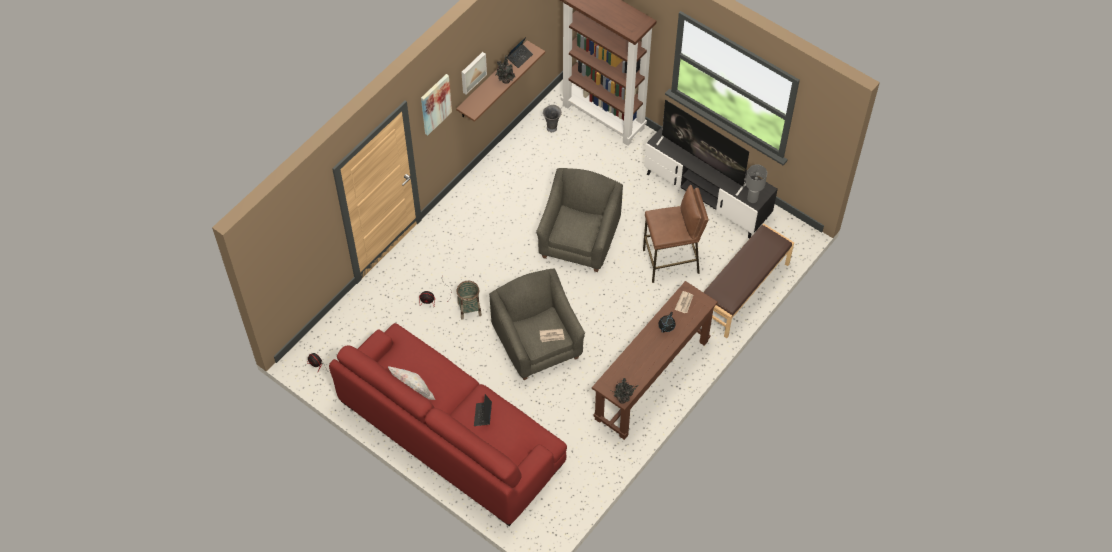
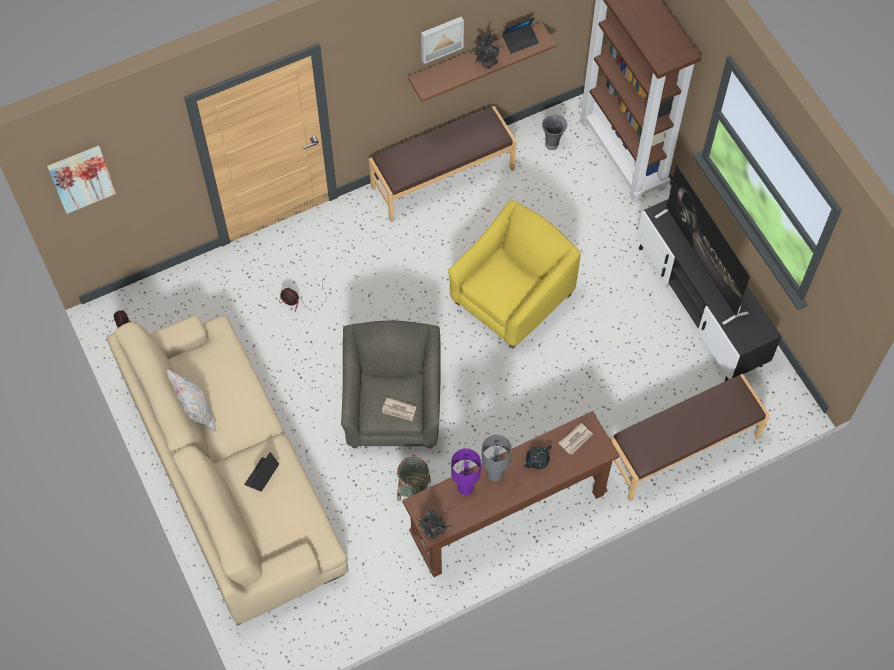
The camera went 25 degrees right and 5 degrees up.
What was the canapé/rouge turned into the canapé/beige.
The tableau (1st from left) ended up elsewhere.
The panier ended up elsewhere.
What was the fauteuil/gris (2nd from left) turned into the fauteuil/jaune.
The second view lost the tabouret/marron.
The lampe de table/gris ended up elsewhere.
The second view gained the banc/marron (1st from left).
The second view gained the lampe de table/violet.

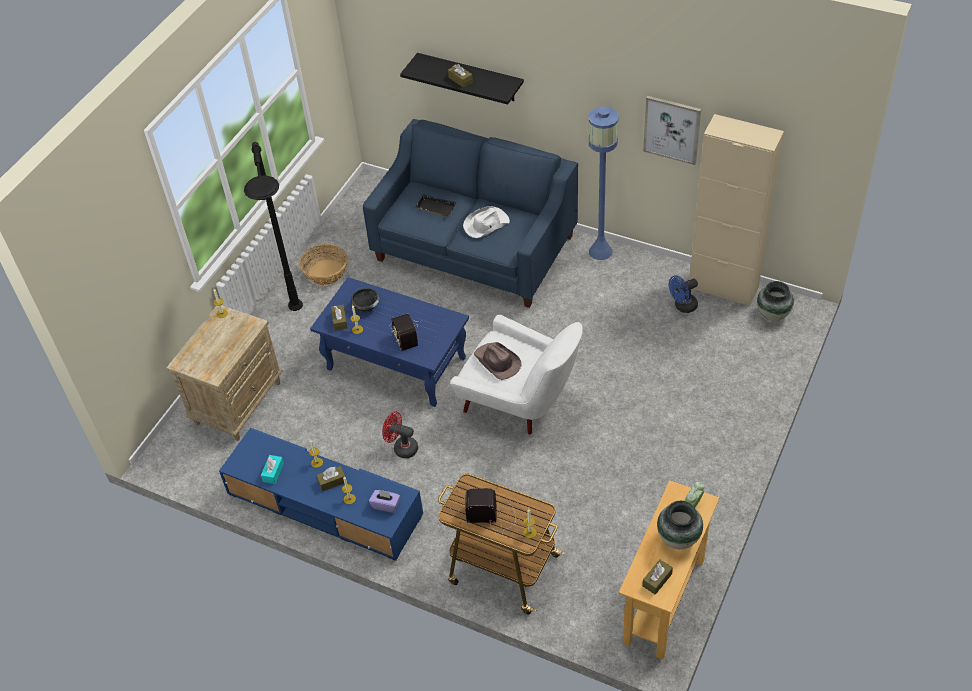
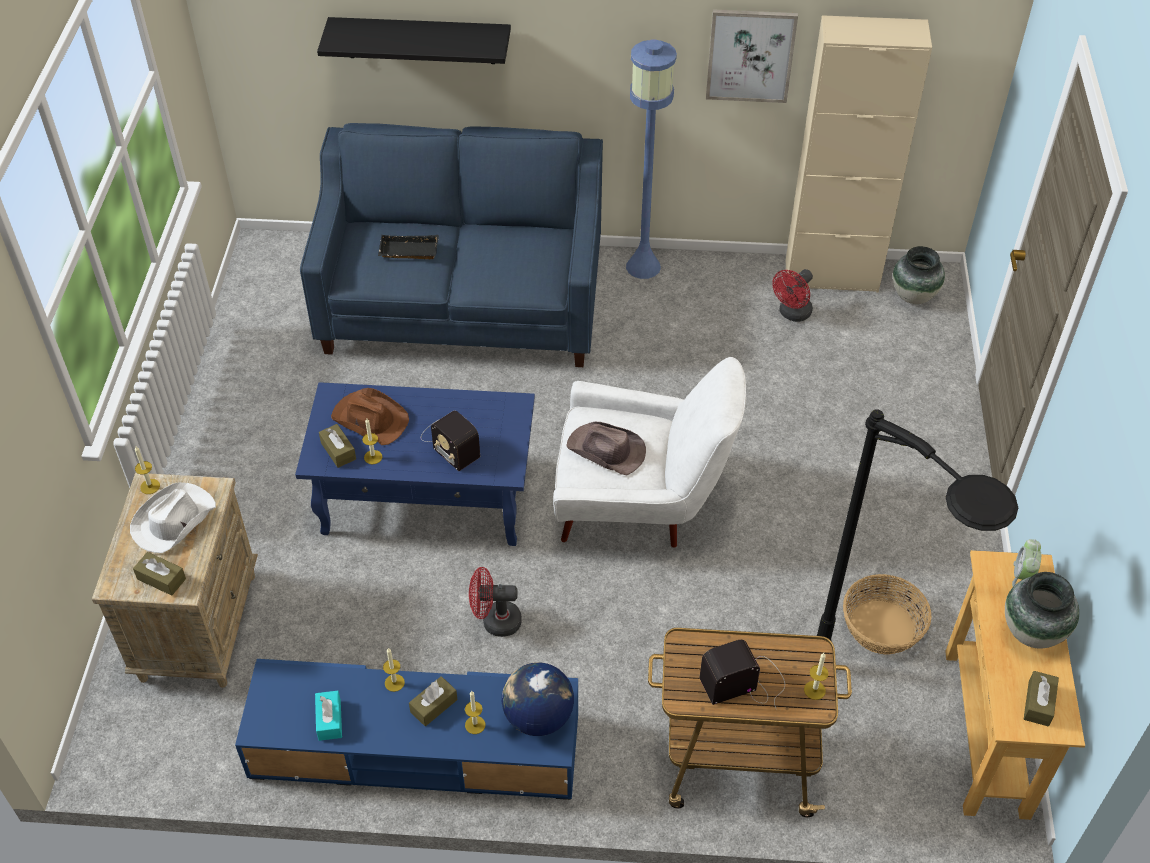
The camera went 25 degrees left and 0 degrees up.
The lampadaire/noir ended up elsewhere.
The panier ended up elsewhere.
Where the bol/noir stood, the chapeau/marron (1st from left) came to stand.
Where the boîte à mouchoirs/violet stood, the globe came to stand.
The boîte à mouchoirs/marron (3rd from left in the first image) ended up elsewhere.
The chapeau/blanc ended up elsewhere.
What was the ventilateur/bleu turned into the ventilateur/rouge (2nd from left).

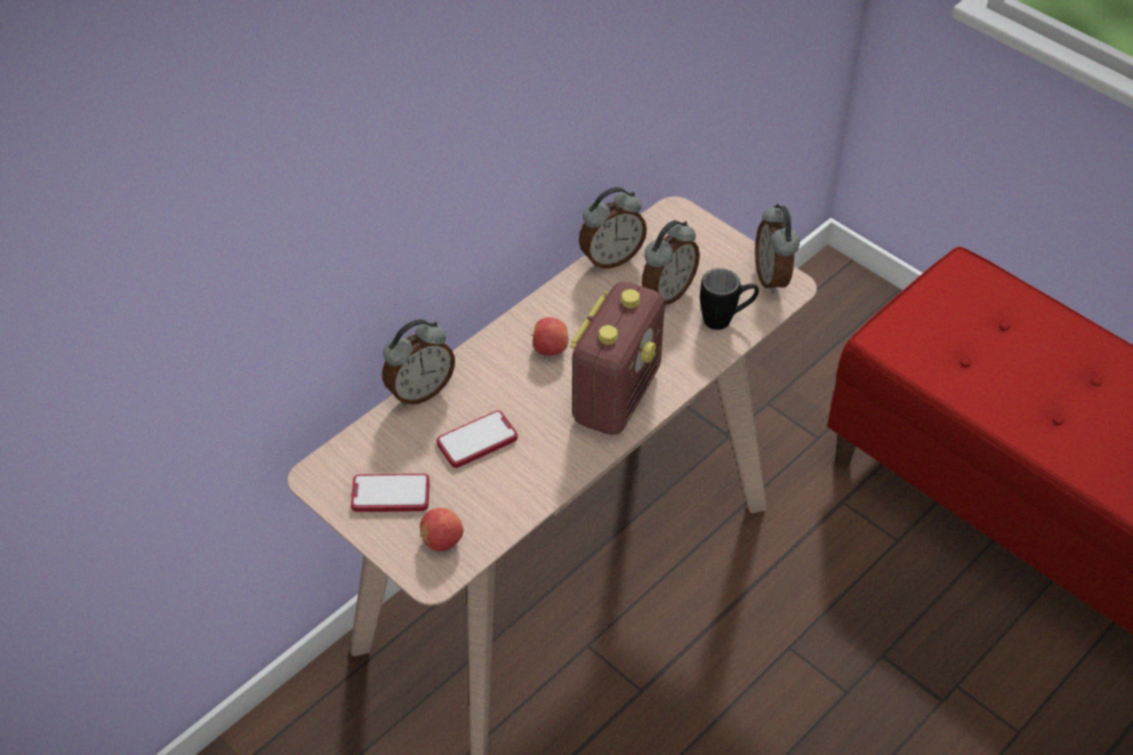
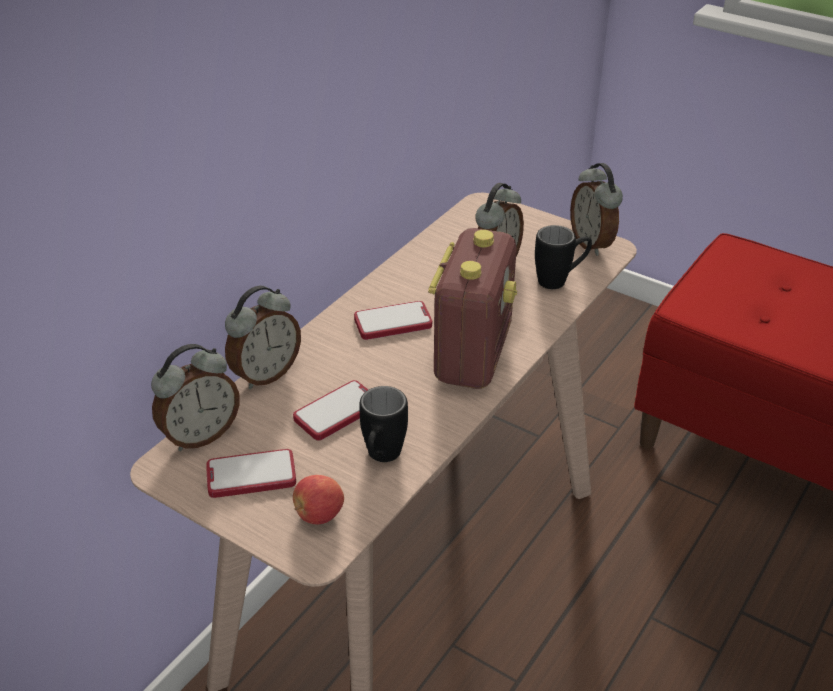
The camera went 10 degrees left and 10 degrees down.
Where the pomme (2nd from left) stood, the téléphone (3rd from left) came to stand.
The réveil (2nd from left in the first image) ended up elsewhere.
The second view gained the mug/noir (1st from left).

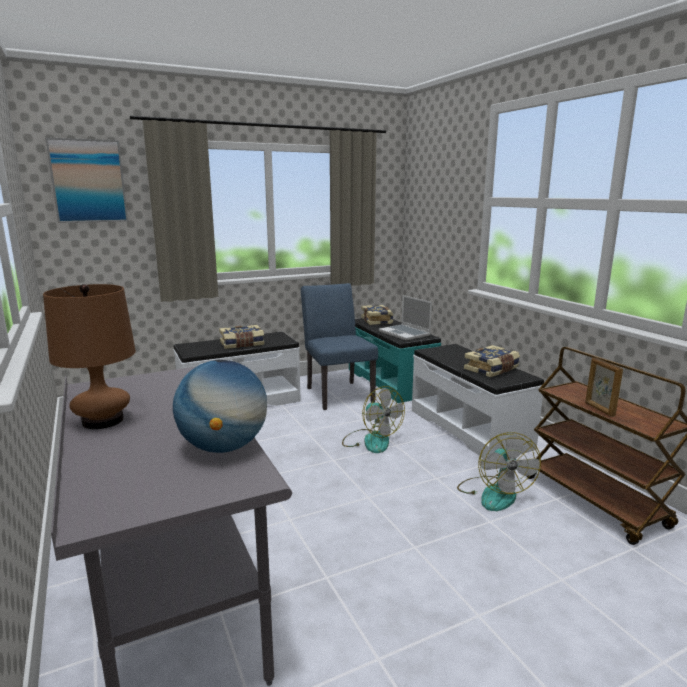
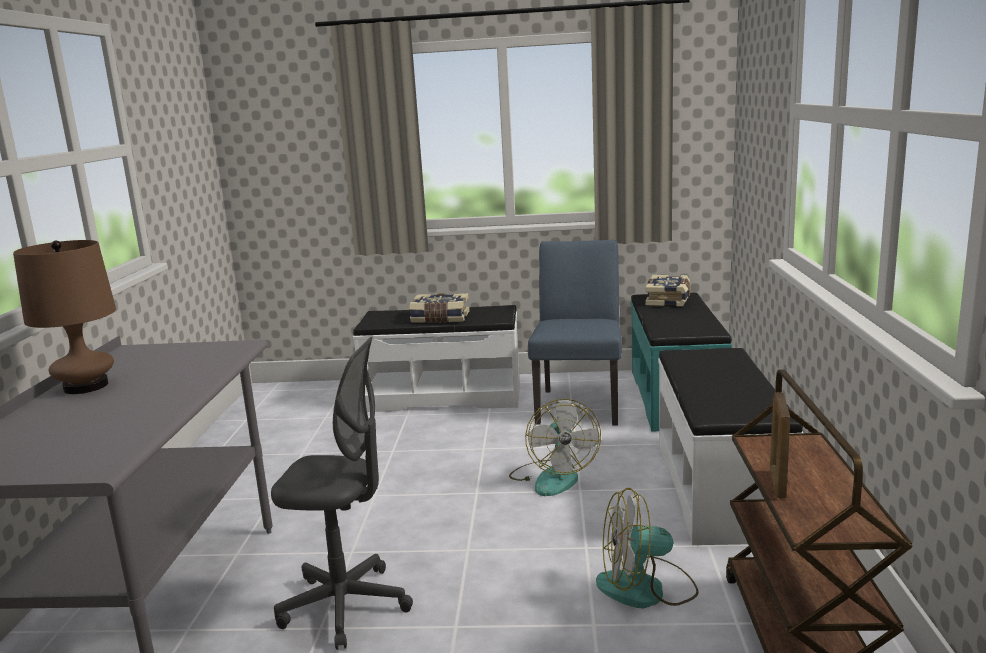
The camera went 30 degrees right and 0 degrees up.
The second view lost the tableau.
The second view lost the globe.
The second view lost the ordinateur portable.
The ventilateur (2nd from left) ended up facing another way, 60 degrees clockwise from before.
The second view lost the livre (3rd from left).
The second view gained the chaise de bureau/gris.

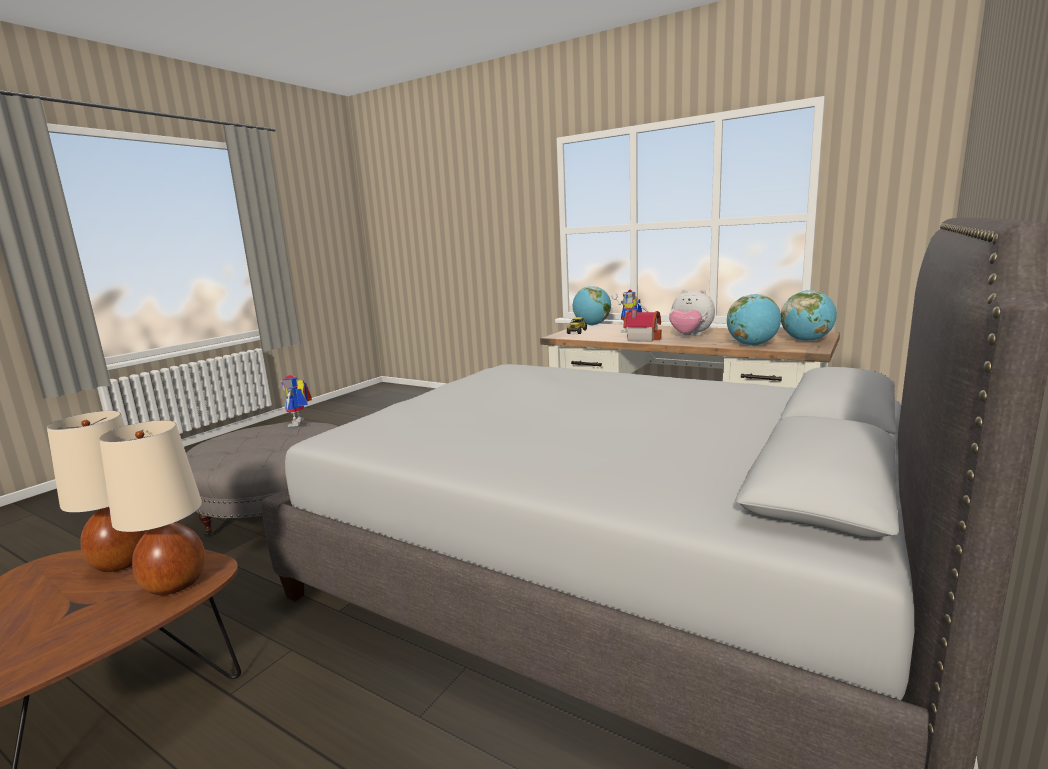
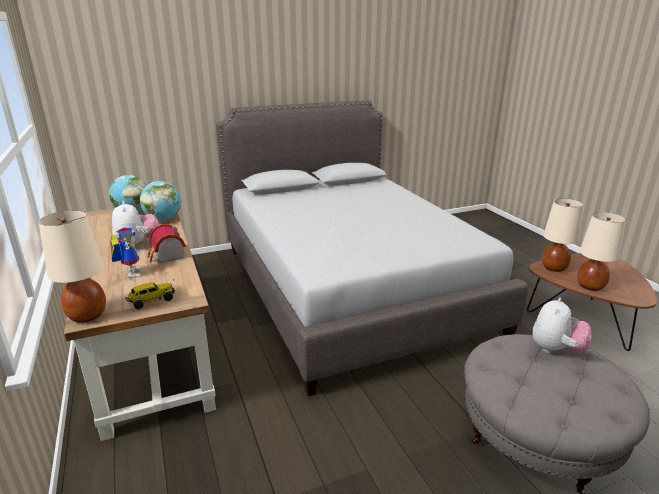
The camera went 145 degrees left and 10 degrees up.
The second view lost the robot jouet (1st from left).
Where the globe (1st from left) stood, the lampe de table/beige (1st from left) came to stand.
The second view gained the peluche (2nd from left).

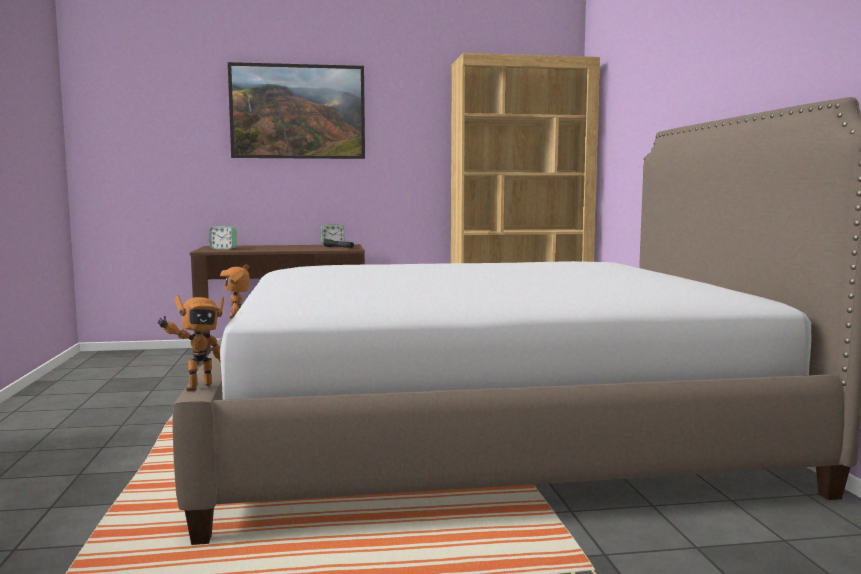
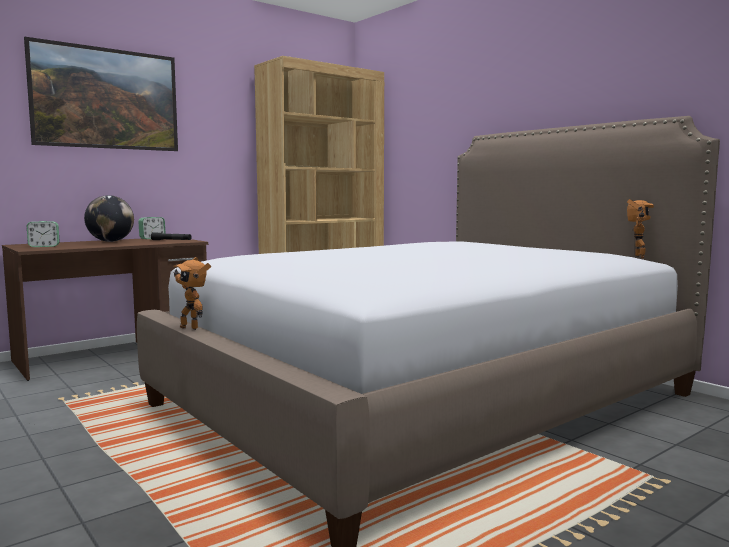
The camera went 30 degrees left and 0 degrees up.
The robot jouet (1st from left in the first image) ended up elsewhere.
The second view gained the globe.

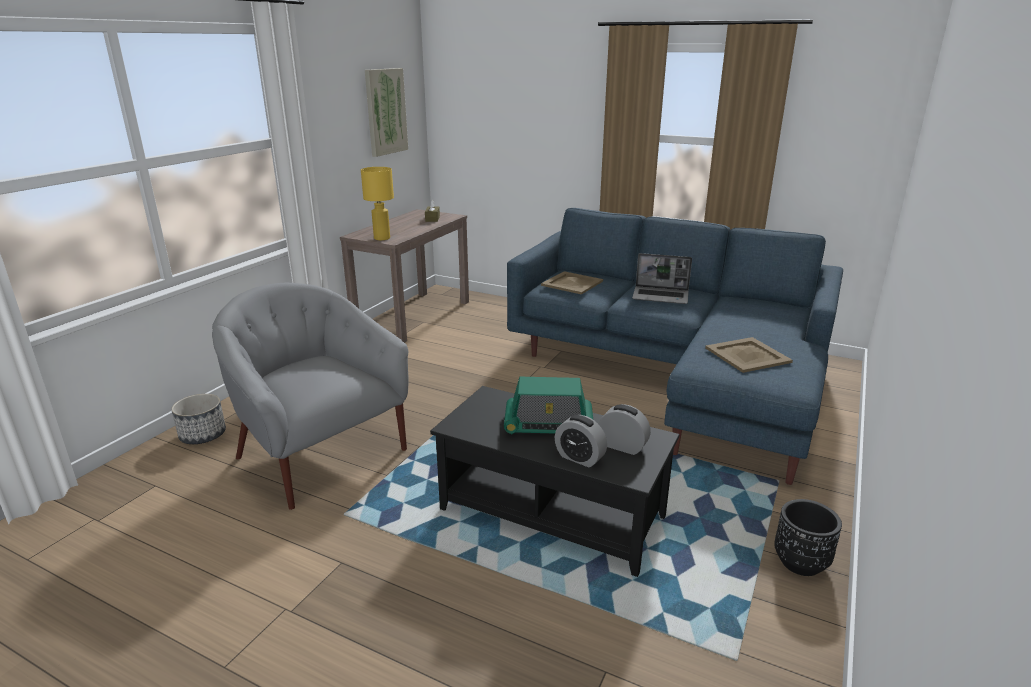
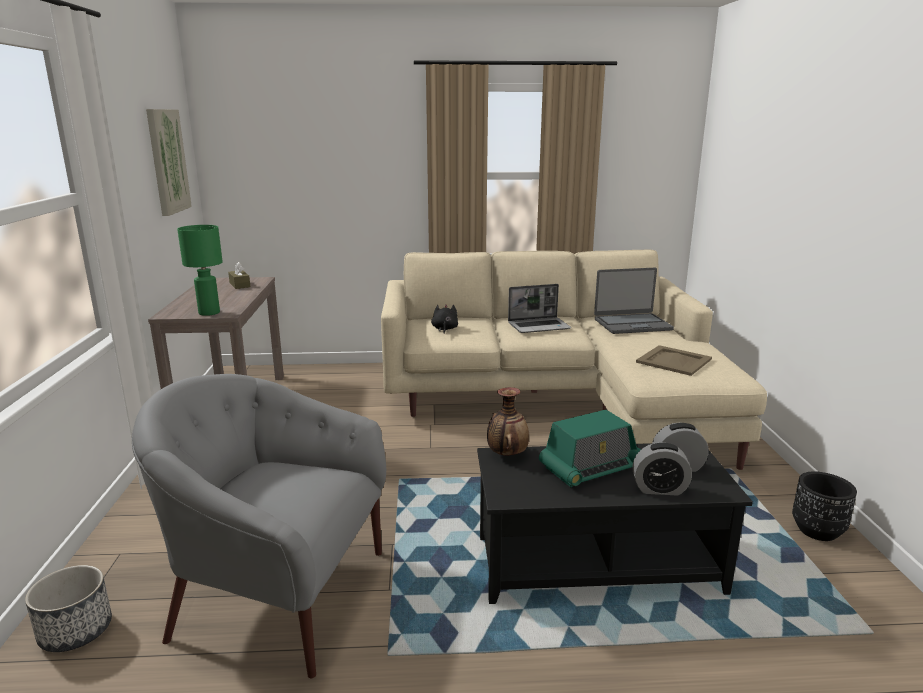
The camera went 30 degrees left and 5 degrees down.
What was the lampe de table/jaune turned into the lampe de table/vert.
What was the canapé/bleu turned into the canapé/beige.
Where the plateau/beige (1st from left) stood, the peluche/noir came to stand.
The second view gained the vase.
The second view gained the ordinateur portable (2nd from left).

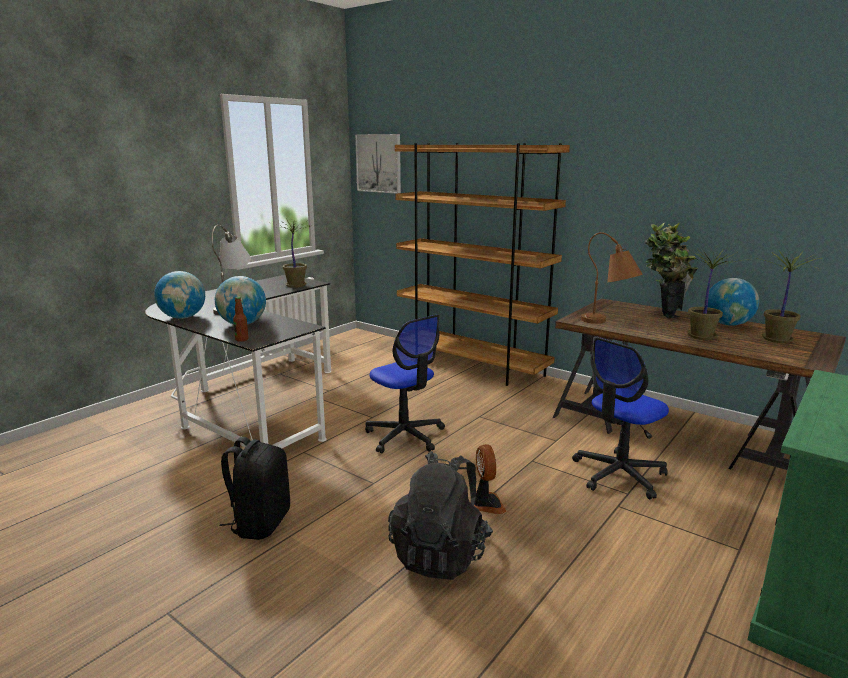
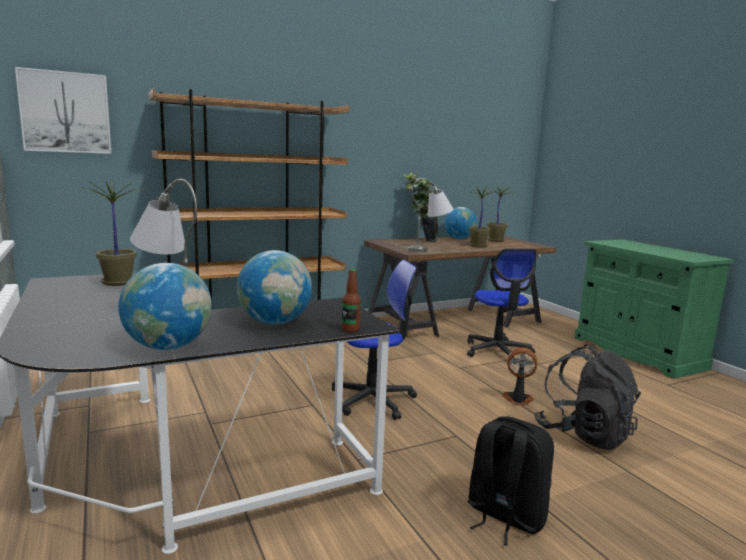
The camera went 65 degrees left and 5 degrees down.
What was the lampe de table/marron turned into the lampe de table/gris (2nd from left).

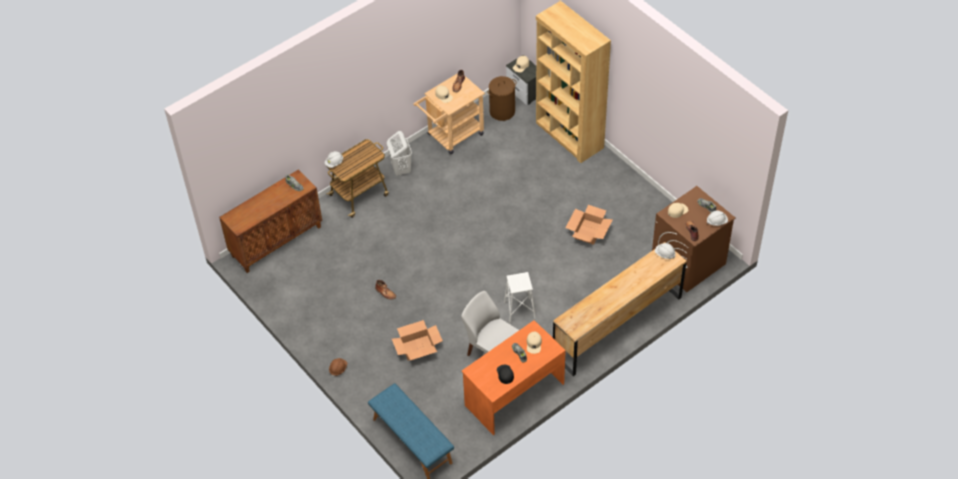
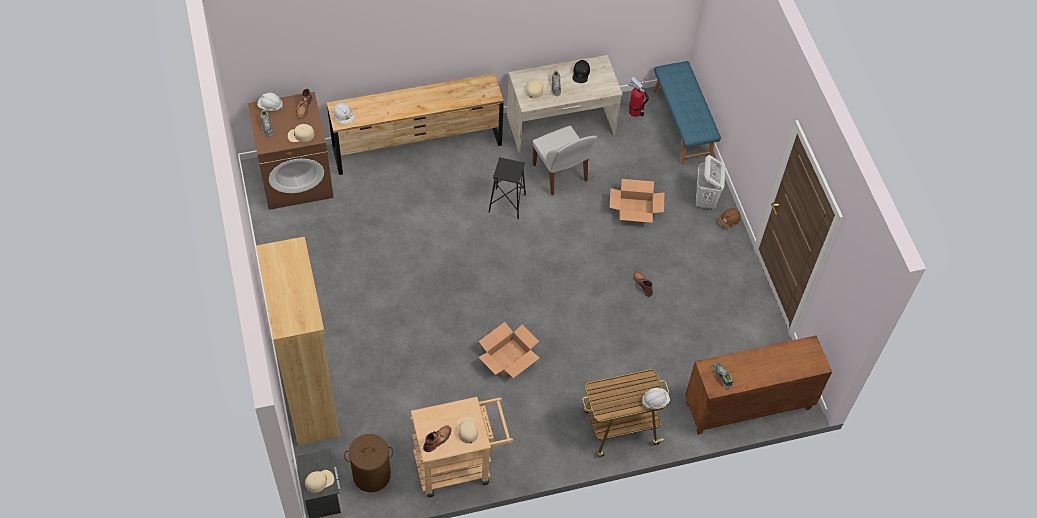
The camera went 160 degrees left and 5 degrees up.
The panier à linge/blanc ended up elsewhere.
What was the bureau/orange turned into the bureau/beige.
What was the tabouret/blanc turned into the tabouret/noir.
The carton (2nd from left in the first image) ended up elsewhere.
The second view gained the extincteur.

